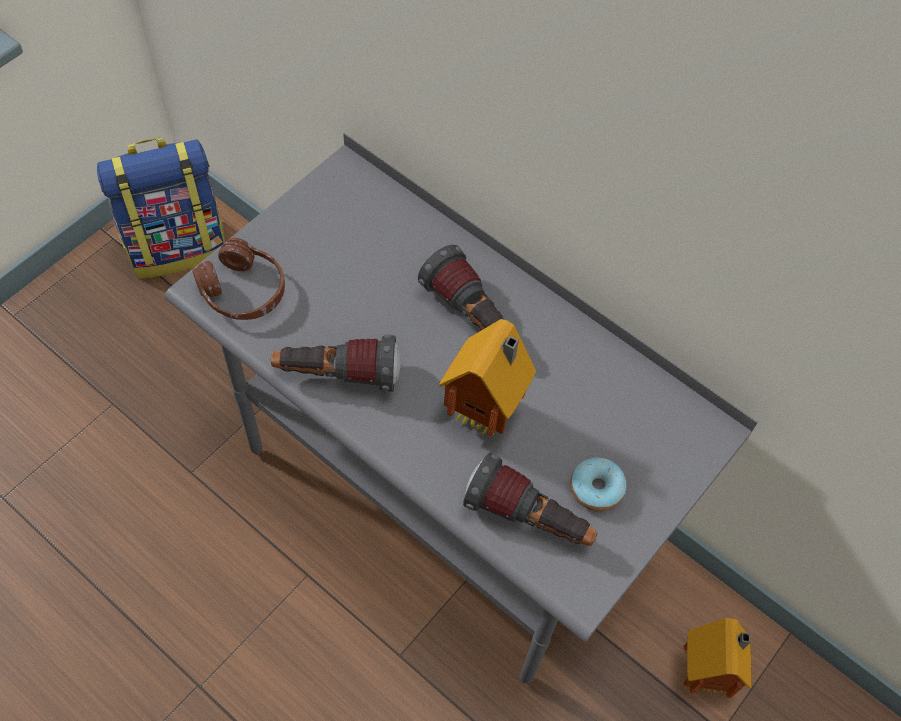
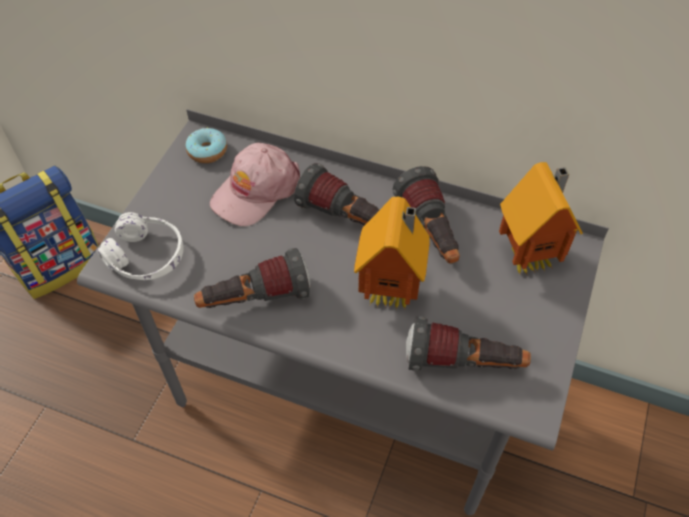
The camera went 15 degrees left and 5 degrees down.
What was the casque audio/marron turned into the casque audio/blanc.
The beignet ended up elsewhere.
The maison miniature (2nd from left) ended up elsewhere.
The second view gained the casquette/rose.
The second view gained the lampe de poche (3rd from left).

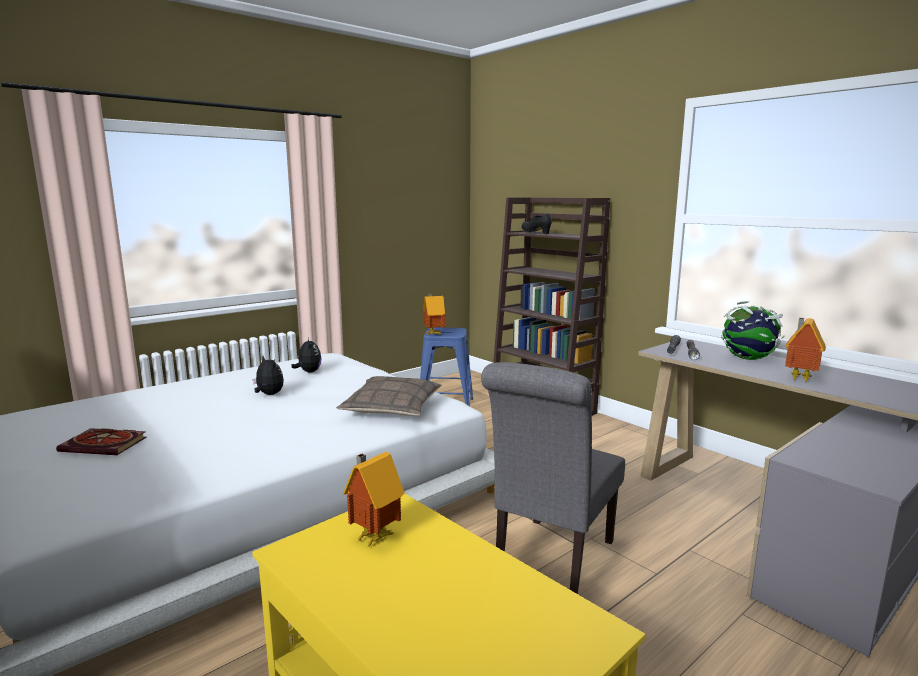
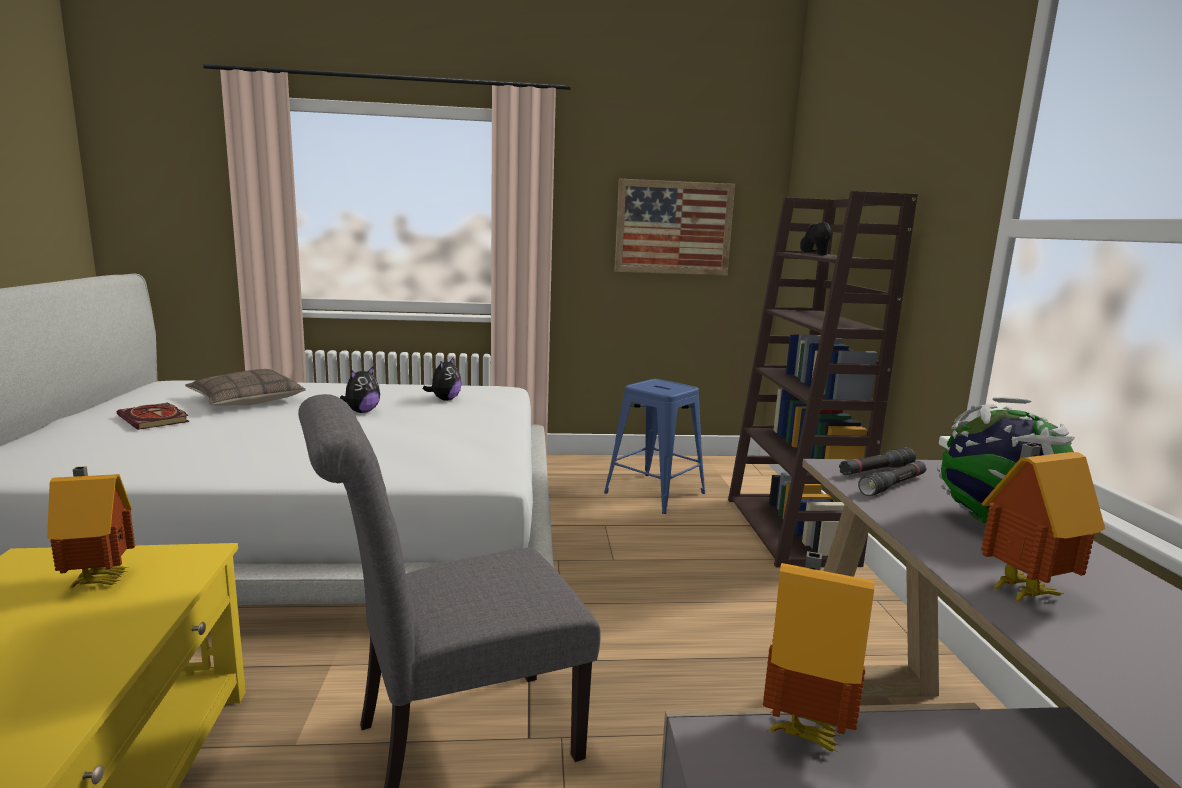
The camera went 35 degrees right and 0 degrees up.
The peluche (1st from left) ended up facing another way, 45 degrees clockwise from before.
The coussin ended up elsewhere.
The maison miniature (2nd from left) ended up elsewhere.
The second view gained the tableau.

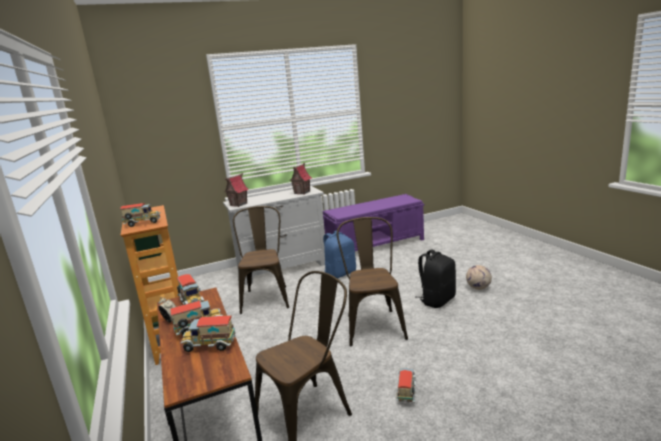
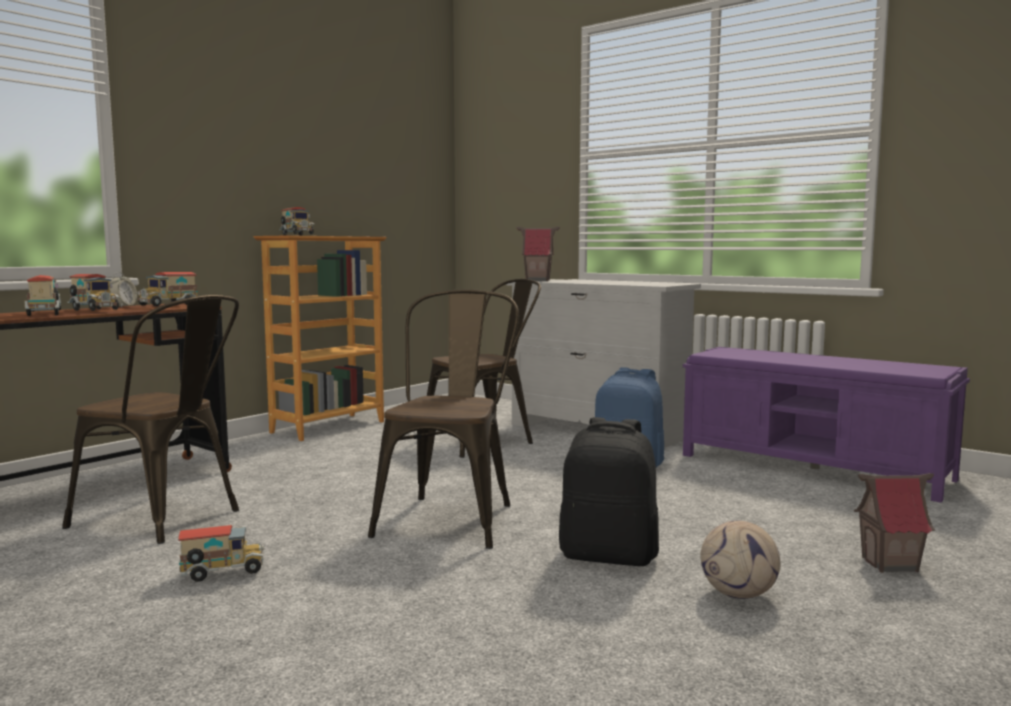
The camera went 60 degrees right and 10 degrees down.
The maison miniature (2nd from left) ended up elsewhere.
The chaise/marron (3rd from left in the first image) ended up facing another way, 45 degrees counterclockwise from before.

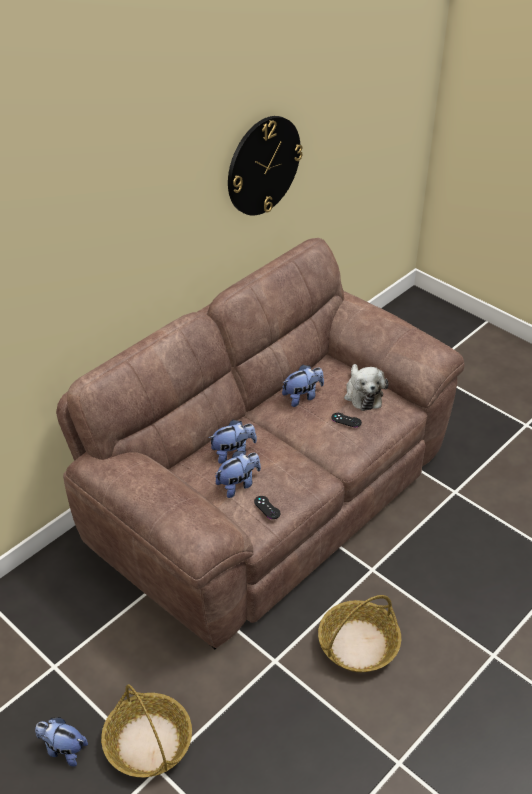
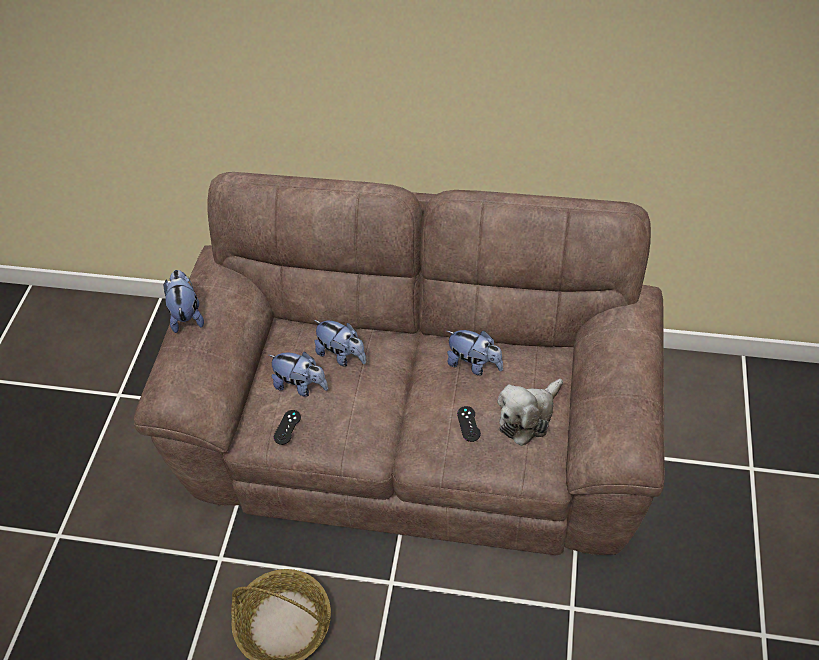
The camera went 60 degrees right and 10 degrees up.
The peluche (1st from left) ended up elsewhere.
The second view lost the panier (1st from left).
The second view lost the horloge murale.

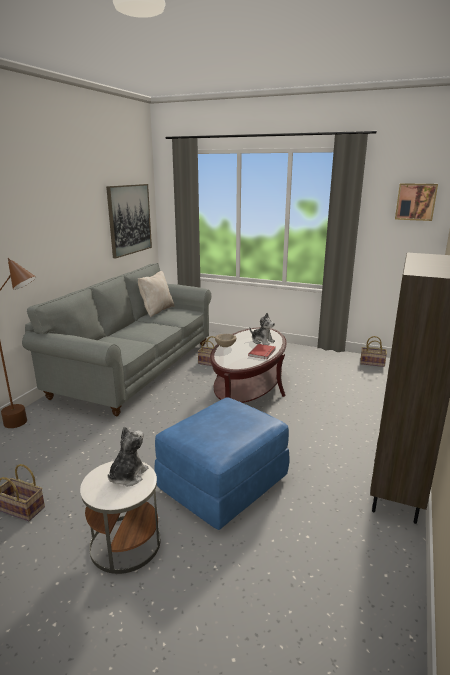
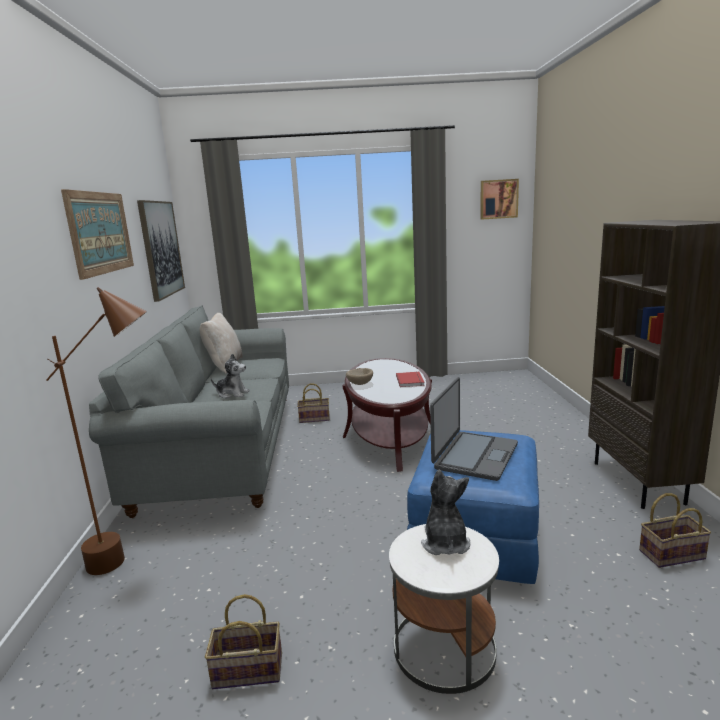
The camera went 25 degrees left and 5 degrees down.
The peluche (2nd from left in the first image) ended up elsewhere.
The panier (3rd from left) ended up elsewhere.
The second view gained the tableau (1st from left).
The second view gained the ordinateur portable.

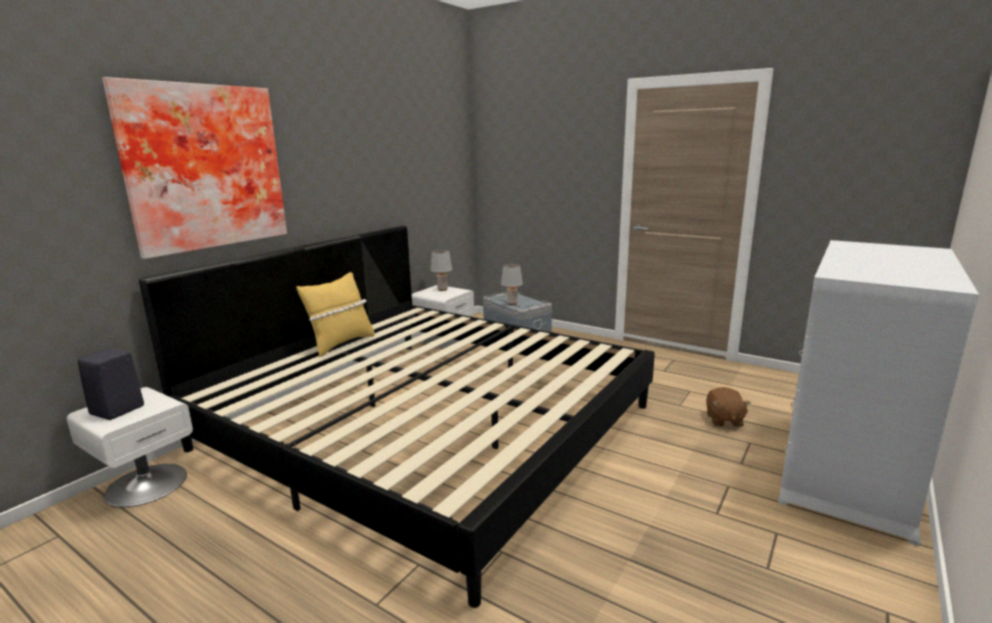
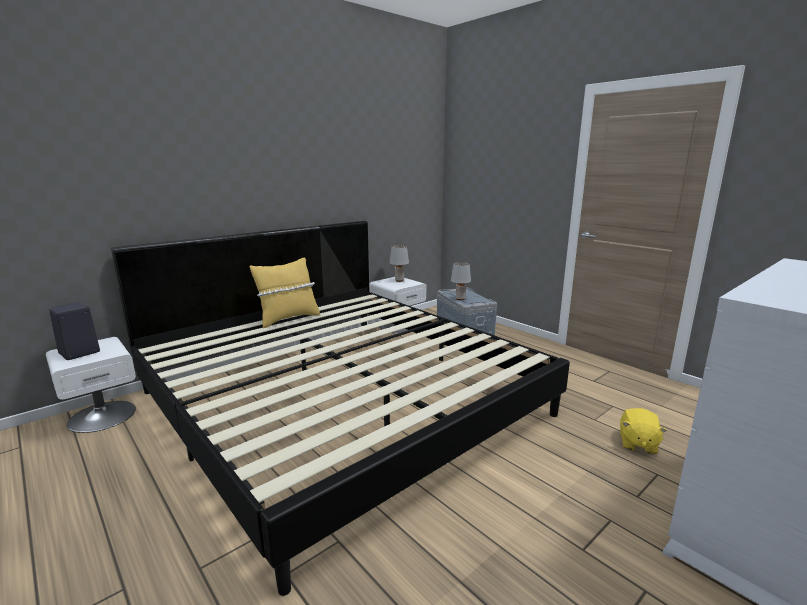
The camera went 15 degrees right and 0 degrees up.
The second view lost the tableau.
What was the peluche/marron turned into the peluche/jaune.

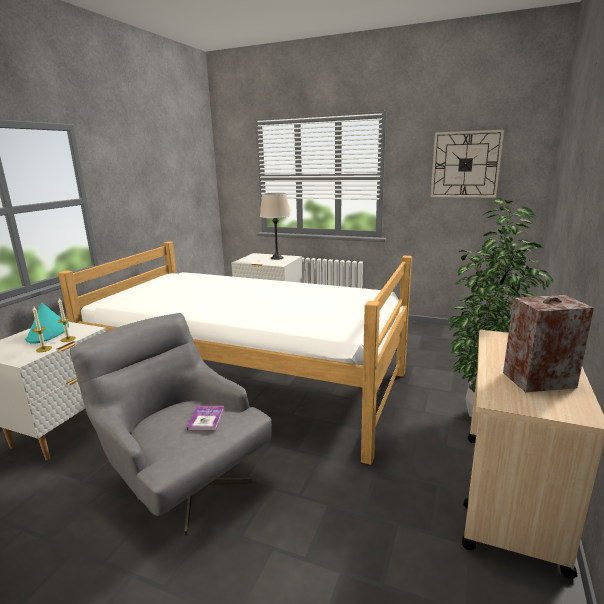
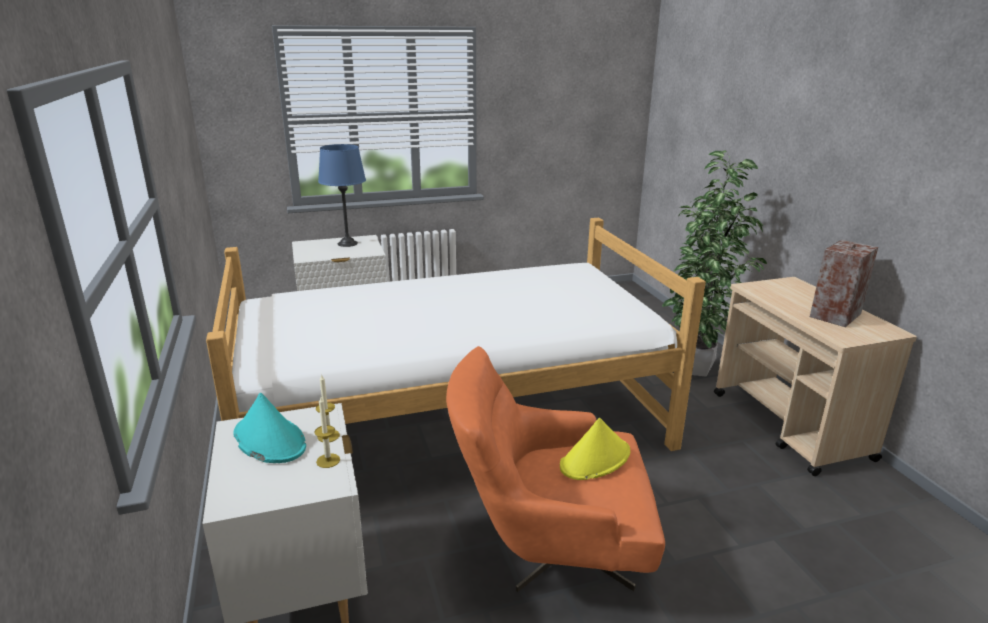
The camera went 40 degrees left and 5 degrees up.
What was the fauteuil/gris turned into the fauteuil/orange.
Where the livre stood, the chapeau/jaune came to stand.
What was the lampe de table/beige turned into the lampe de table/bleu.
The second view lost the horloge murale.

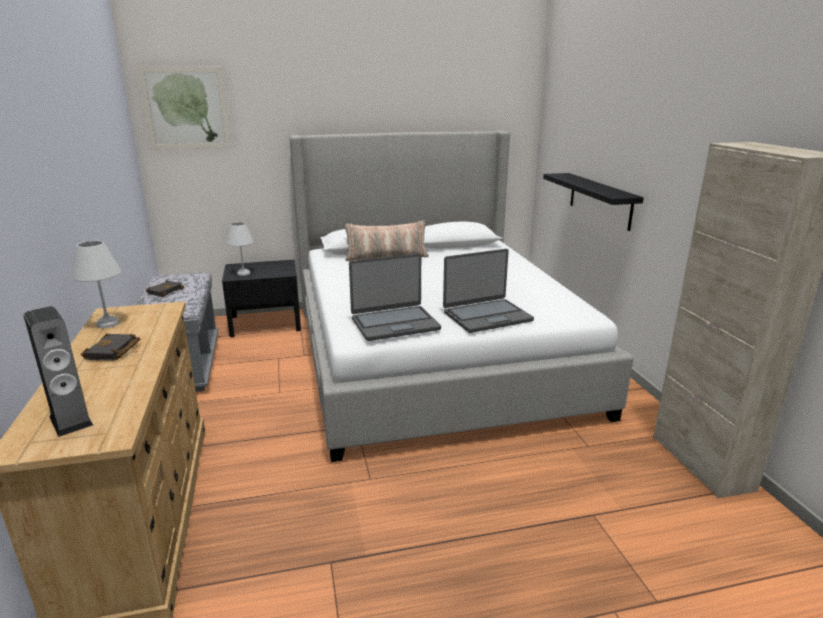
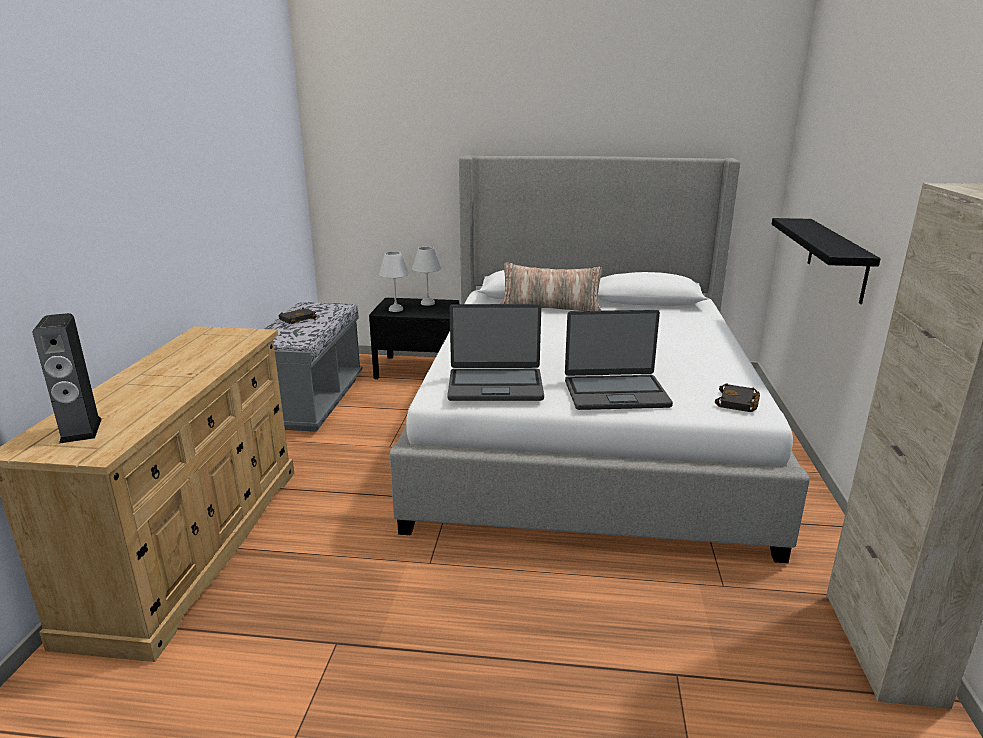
The camera went 20 degrees right and 0 degrees up.
The lampe de table/blanc (1st from left in the first image) ended up elsewhere.
The livre/noir (1st from left in the first image) ended up elsewhere.
The second view lost the tableau.

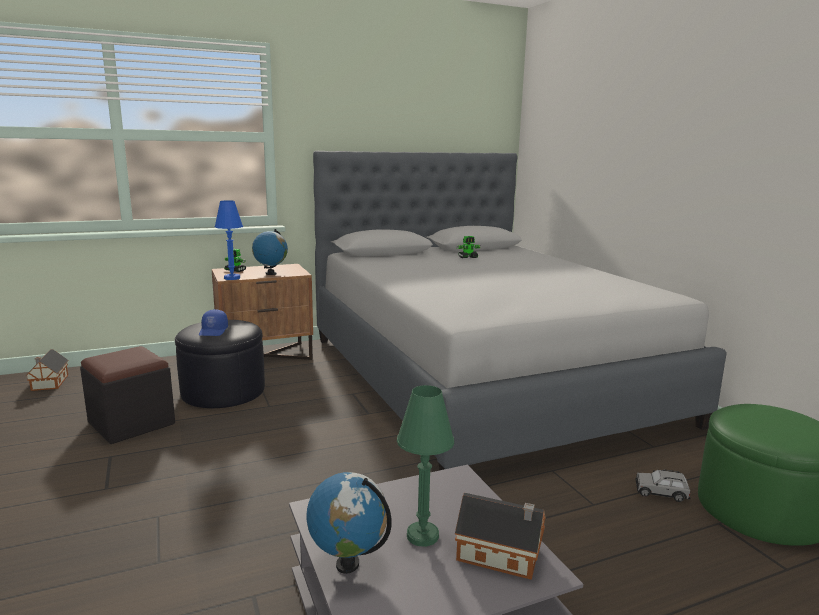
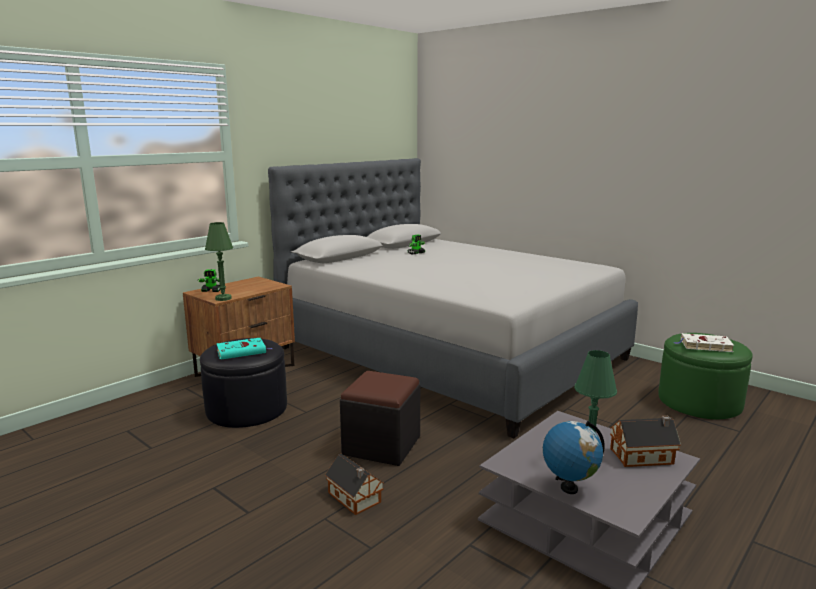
The camera went 25 degrees left and 0 degrees up.
The maison miniature (1st from left) ended up elsewhere.
The pouf/noir (1st from left in the first image) ended up elsewhere.
Where the casquette/bleu stood, the livre/turquoise came to stand.
What was the lampe de table/bleu turned into the lampe de table/vert (1st from left).
The second view lost the globe (1st from left).
The second view lost the petite voiture/gris.
The second view gained the livre/blanc.

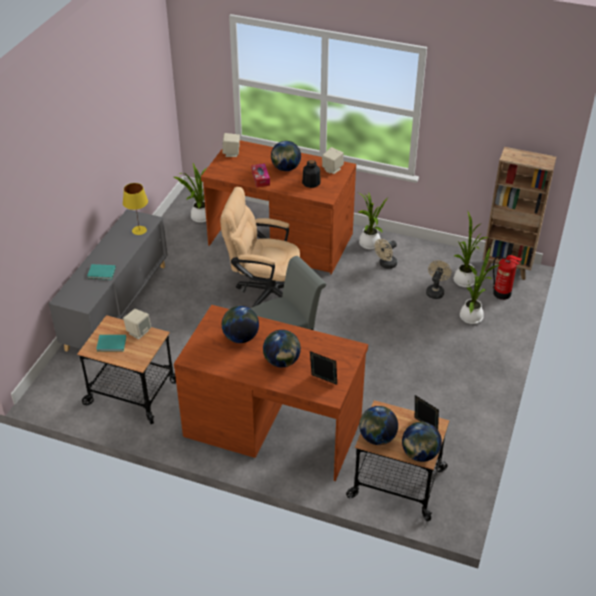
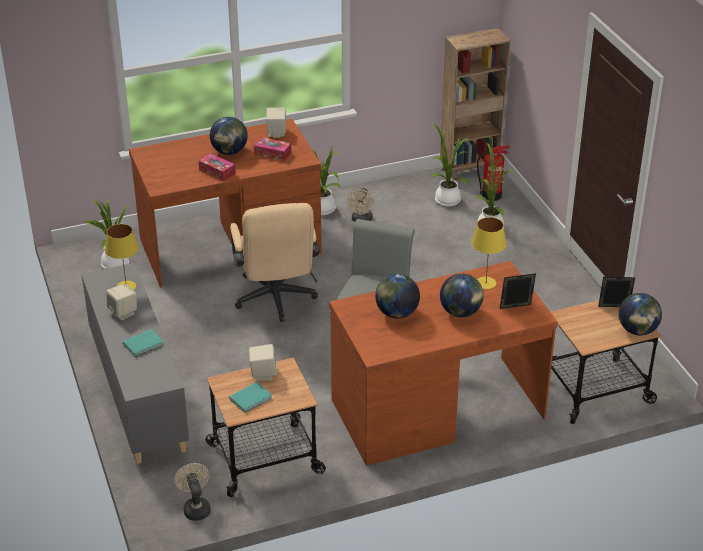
The camera went 40 degrees left and 5 degrees down.
The chaise de bureau/beige ended up facing another way, 75 degrees counterclockwise from before.
The enceinte/beige (2nd from left in the first image) ended up elsewhere.
Where the bouteille stood, the boîte à mouchoirs (2nd from left) came to stand.
The second view lost the globe (4th from left).
The ventilateur/beige (2nd from left in the first image) ended up elsewhere.
The second view gained the lampe de table/jaune (2nd from left).

